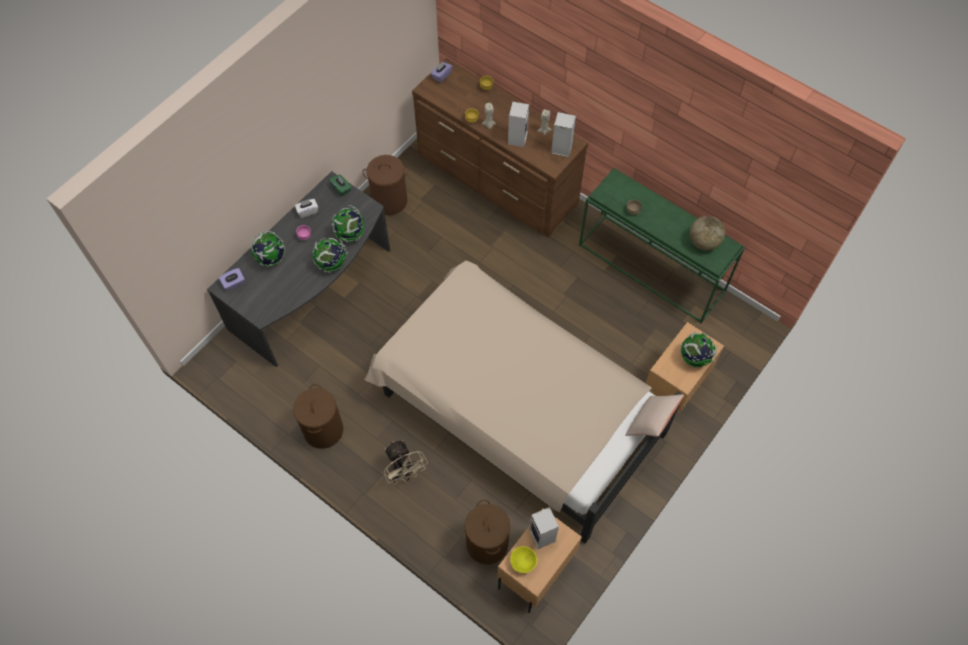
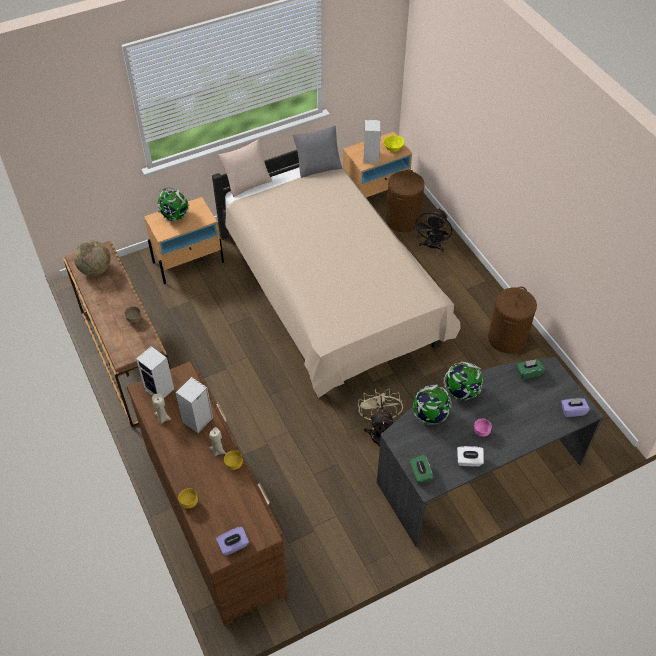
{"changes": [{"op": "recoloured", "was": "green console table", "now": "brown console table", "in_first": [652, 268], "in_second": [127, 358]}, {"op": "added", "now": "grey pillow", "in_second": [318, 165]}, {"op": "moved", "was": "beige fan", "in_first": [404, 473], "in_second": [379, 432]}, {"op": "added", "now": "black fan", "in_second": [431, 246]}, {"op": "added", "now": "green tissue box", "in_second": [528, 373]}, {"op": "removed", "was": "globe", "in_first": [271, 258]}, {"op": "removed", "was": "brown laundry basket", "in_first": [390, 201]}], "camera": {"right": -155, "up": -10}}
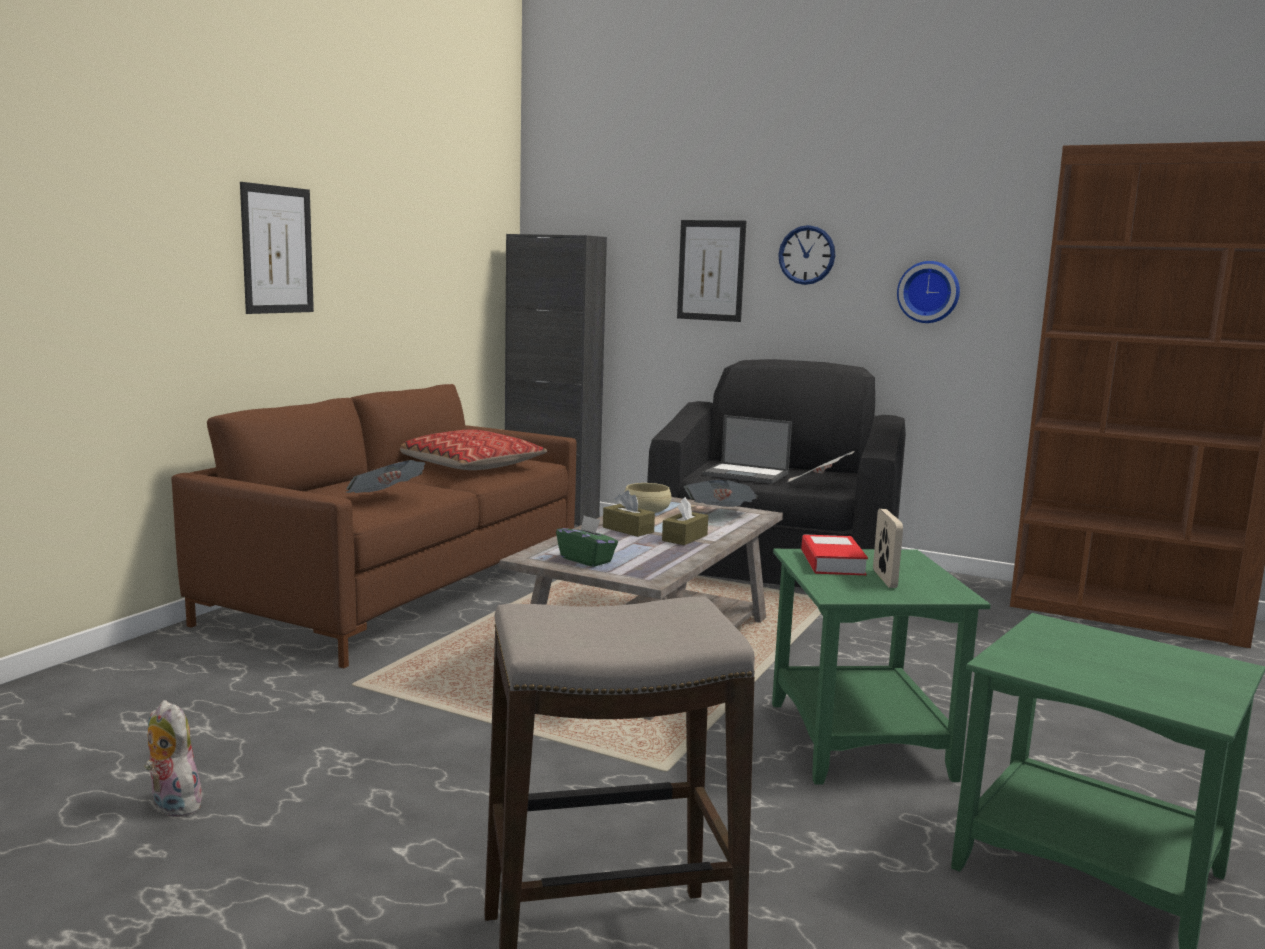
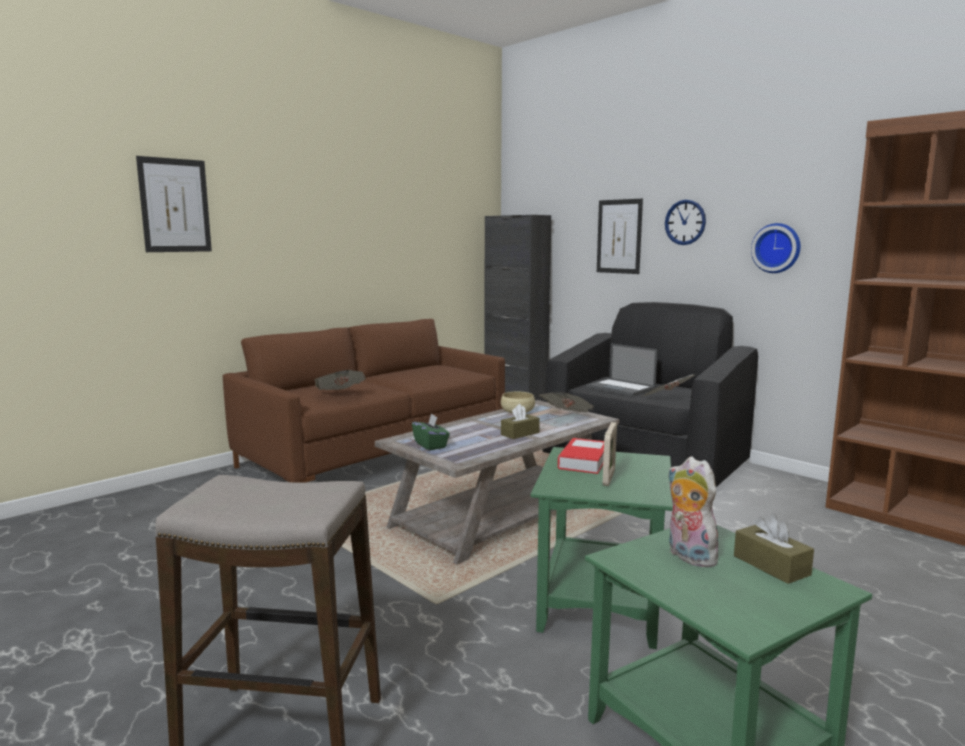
{"changes": [{"op": "moved", "was": "picture", "in_first": [277, 250], "in_second": [175, 205]}, {"op": "moved", "was": "plush toy", "in_first": [172, 805], "in_second": [687, 556]}, {"op": "moved", "was": "brown tissue box", "in_first": [628, 530], "in_second": [771, 565]}, {"op": "removed", "was": "pillow", "in_first": [470, 465]}], "camera": {"right": 20, "up": 0}}
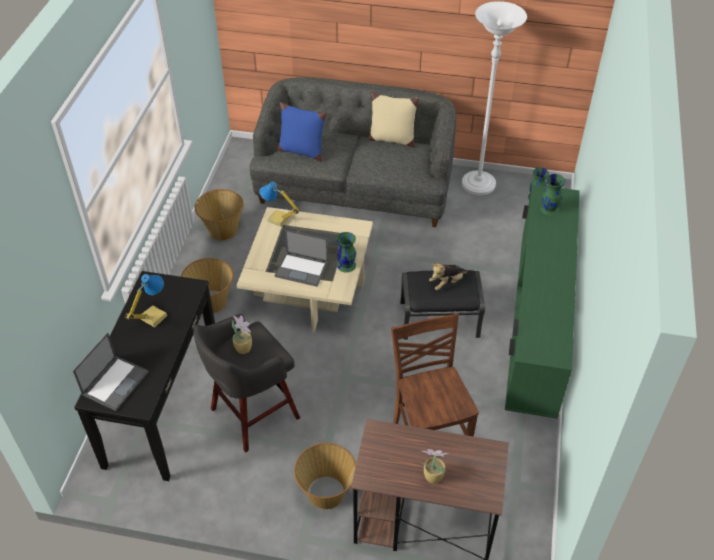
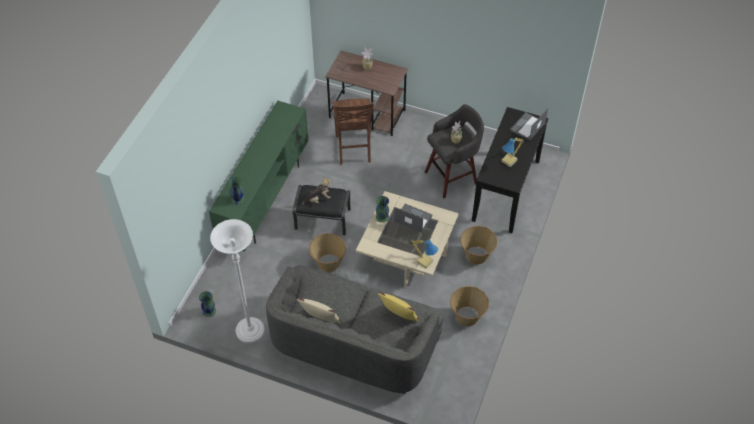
{"changes": [{"op": "moved", "was": "basket", "in_first": [326, 492], "in_second": [328, 263]}, {"op": "recoloured", "was": "blue pillow", "now": "yellow pillow", "in_first": [301, 151], "in_second": [399, 317]}], "camera": {"right": -170, "up": 5}}
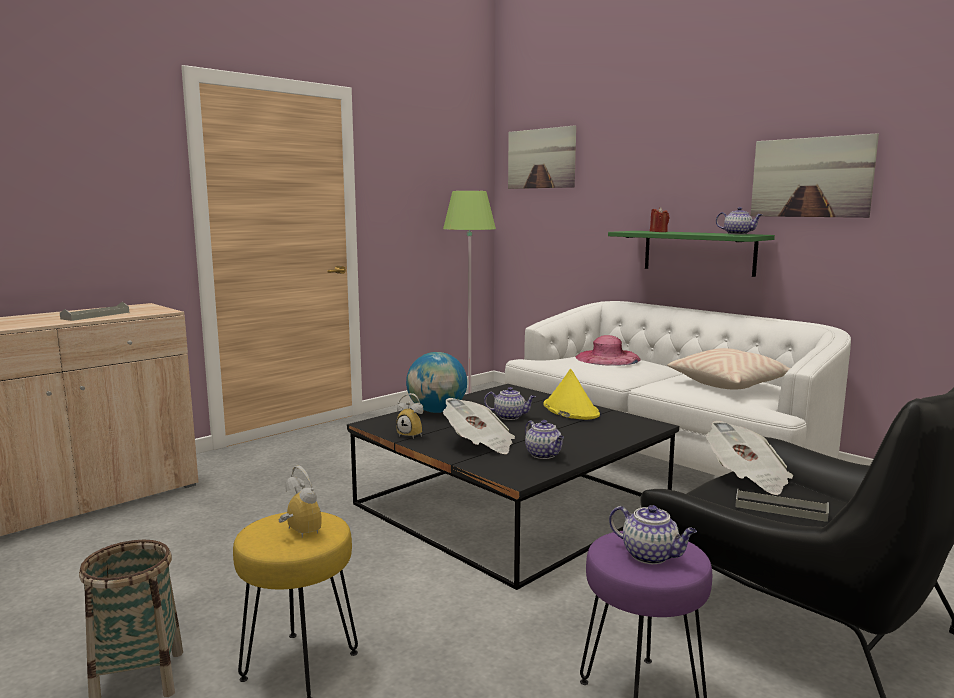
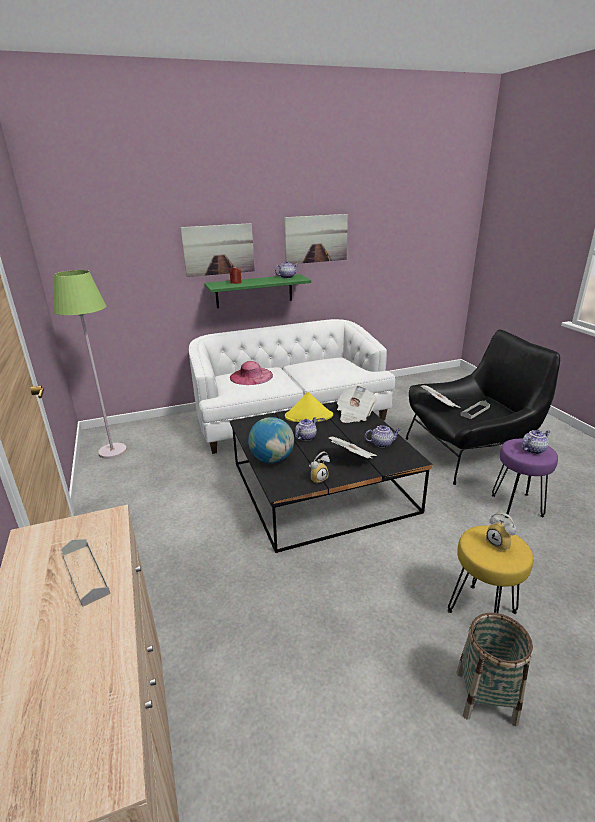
{"changes": [{"op": "moved", "was": "picture", "in_first": [541, 158], "in_second": [218, 249]}, {"op": "added", "now": "newspaper", "in_second": [354, 414]}, {"op": "turned", "was": "alarm clock", "in_first": [297, 533], "in_second": [500, 544], "clockwise": -105}, {"op": "removed", "was": "beige pillow", "in_first": [729, 384]}], "camera": {"right": -65, "up": 15}}
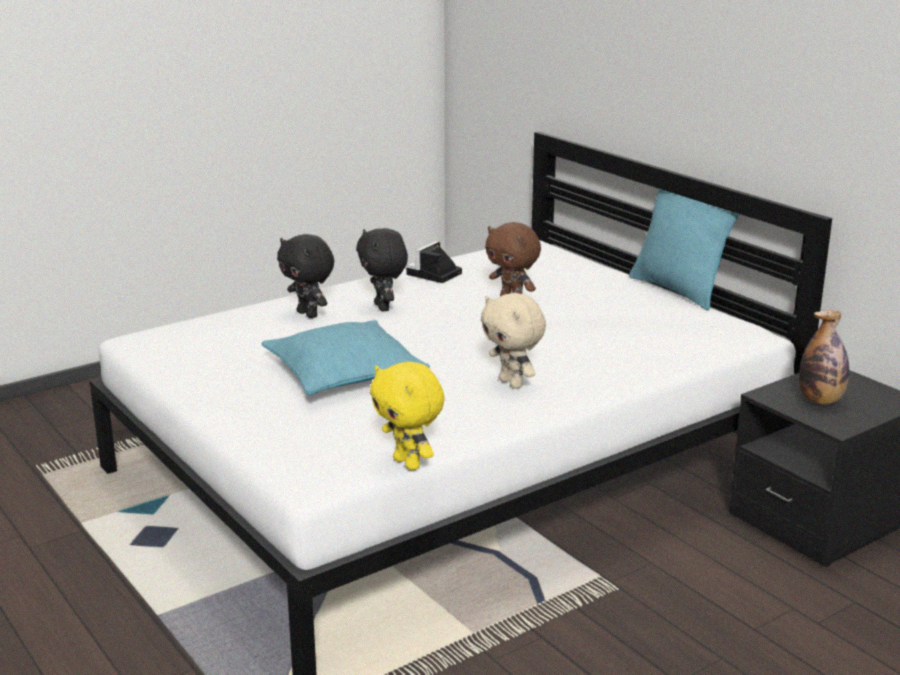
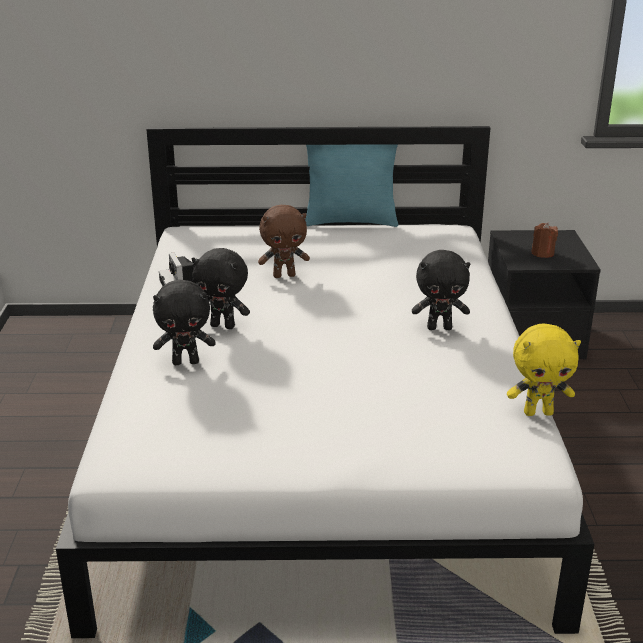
{"changes": [{"op": "recoloured", "was": "beige plush toy", "now": "black plush toy", "in_first": [512, 383], "in_second": [439, 327]}, {"op": "replaced", "was": "bottle", "now": "brown candle", "in_first": [820, 400], "in_second": [542, 253]}, {"op": "removed", "was": "turquoise pillow", "in_first": [344, 374]}], "camera": {"right": -55, "up": 5}}
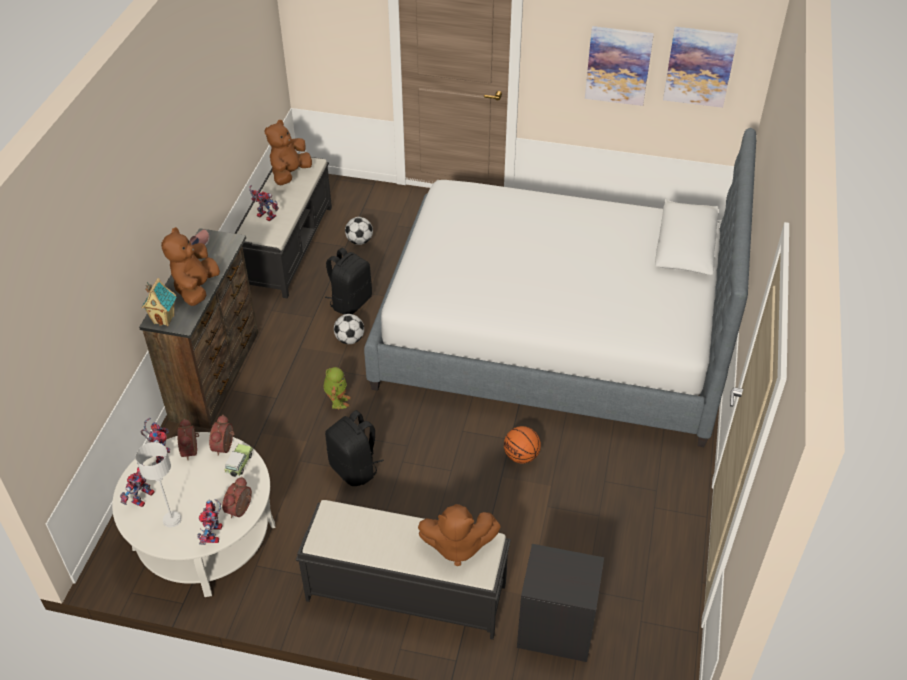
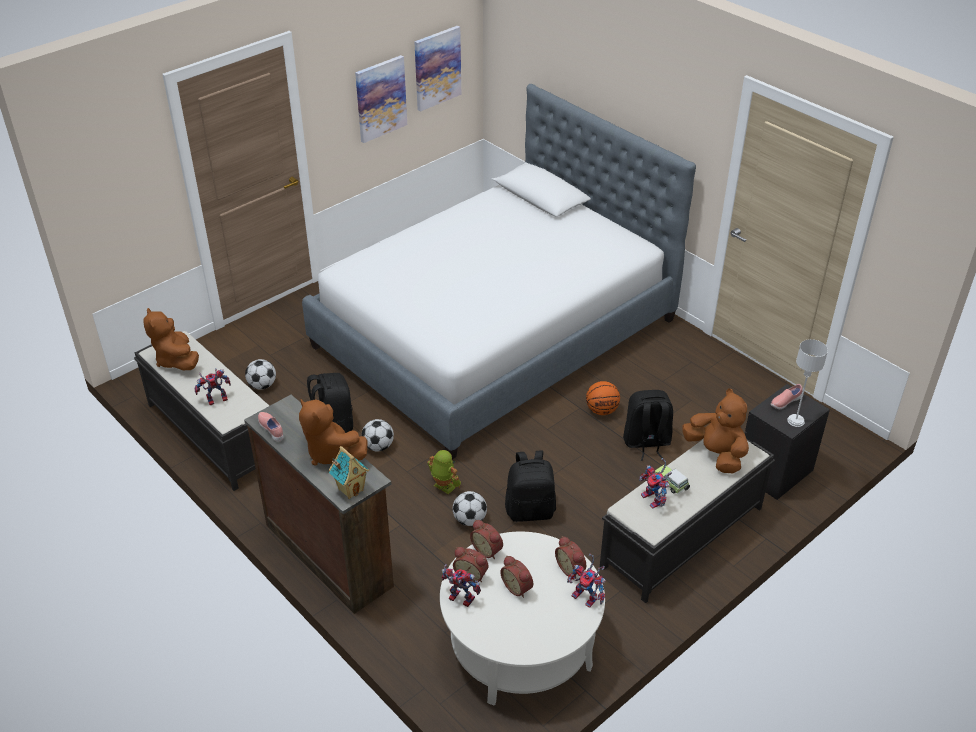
{"changes": [{"op": "added", "now": "football", "in_second": [469, 520]}, {"op": "added", "now": "alarm clock", "in_second": [518, 587]}, {"op": "added", "now": "black backpack", "in_second": [646, 443]}, {"op": "moved", "was": "toy robot", "in_first": [143, 499], "in_second": [654, 500]}, {"op": "moved", "was": "toy car", "in_first": [239, 465], "in_second": [671, 484]}, {"op": "turned", "was": "brown plush toy", "in_first": [457, 546], "in_second": [716, 454], "clockwise": -75}, {"op": "added", "now": "pink shoe", "in_second": [784, 402]}, {"op": "moved", "was": "grey table lamp", "in_first": [172, 519], "in_second": [796, 420]}], "camera": {"right": -55, "up": -5}}
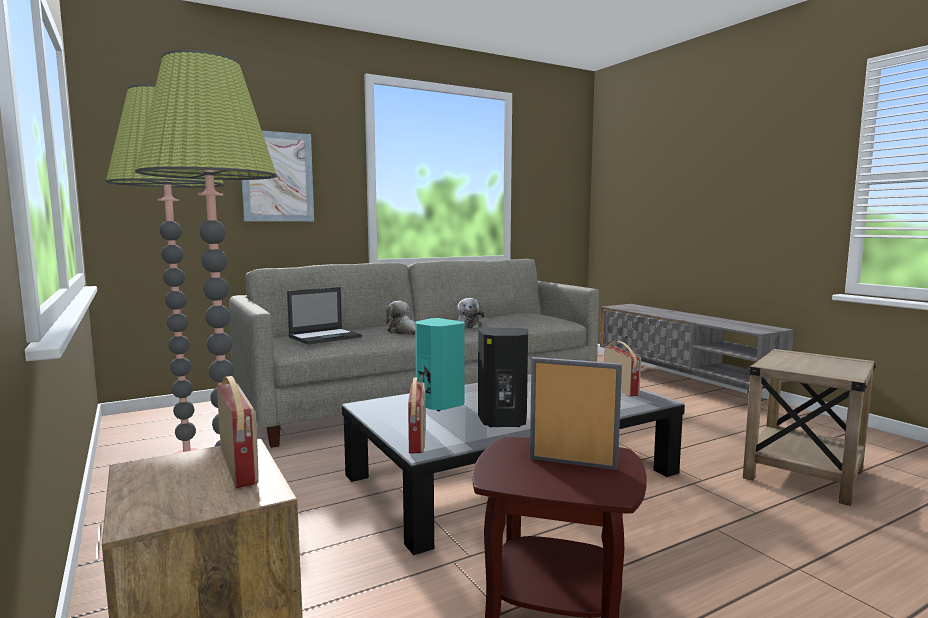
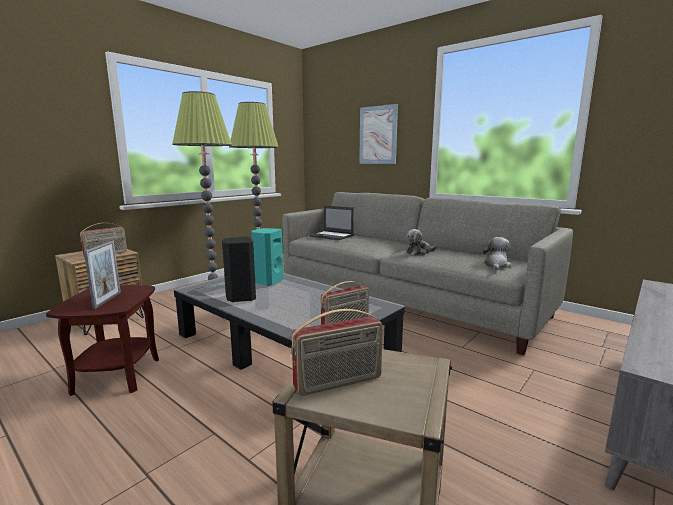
{"changes": [{"op": "moved", "was": "radio", "in_first": [418, 440], "in_second": [338, 383]}, {"op": "moved", "was": "plush toy", "in_first": [404, 332], "in_second": [496, 265]}], "camera": {"right": 70, "up": 5}}
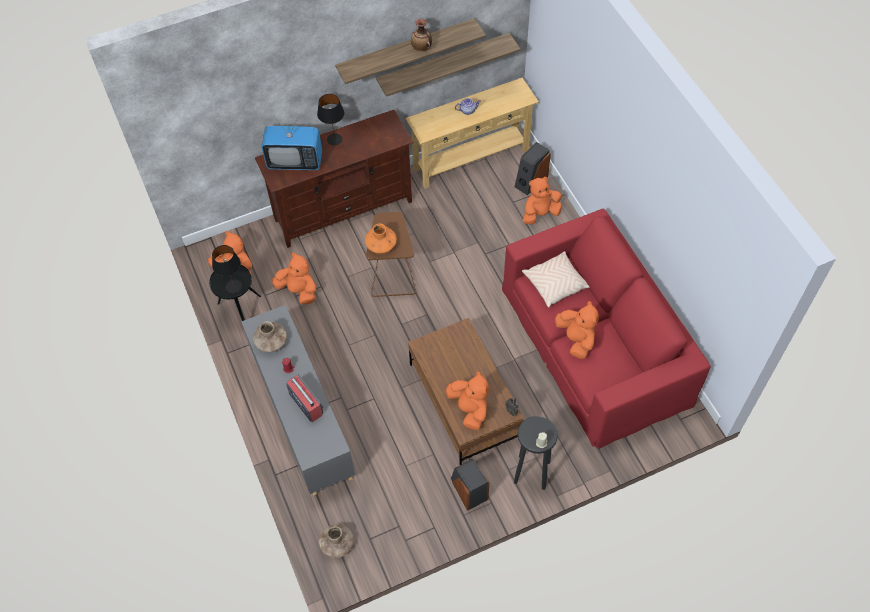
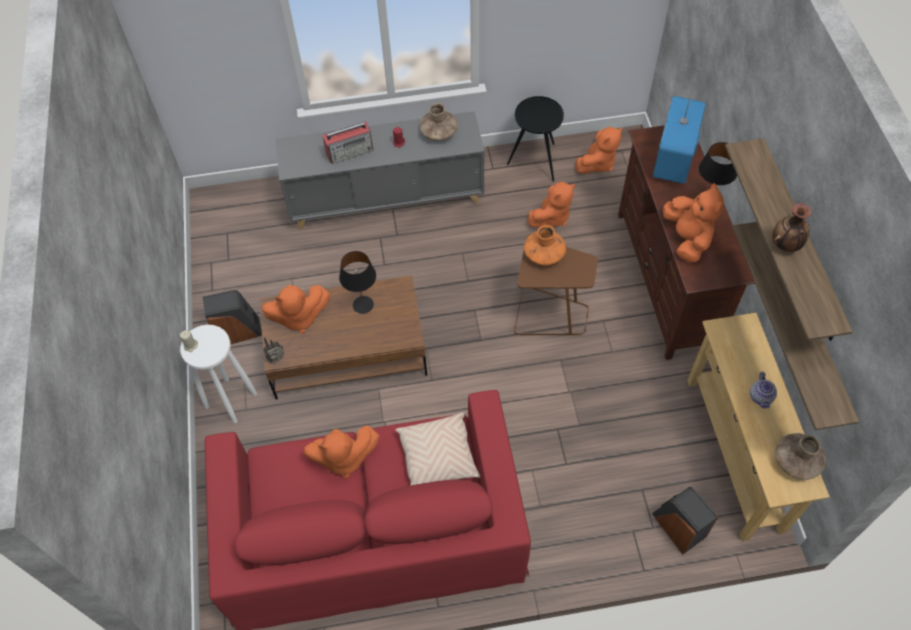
{"changes": [{"op": "recoloured", "was": "black stool", "now": "white stool", "in_first": [531, 472], "in_second": [231, 399]}, {"op": "moved", "was": "black table lamp", "in_first": [233, 286], "in_second": [363, 305]}, {"op": "moved", "was": "orange plush toy", "in_first": [540, 214], "in_second": [687, 239]}, {"op": "moved", "was": "brown vase", "in_first": [337, 543], "in_second": [796, 461]}], "camera": {"right": 105, "up": 0}}
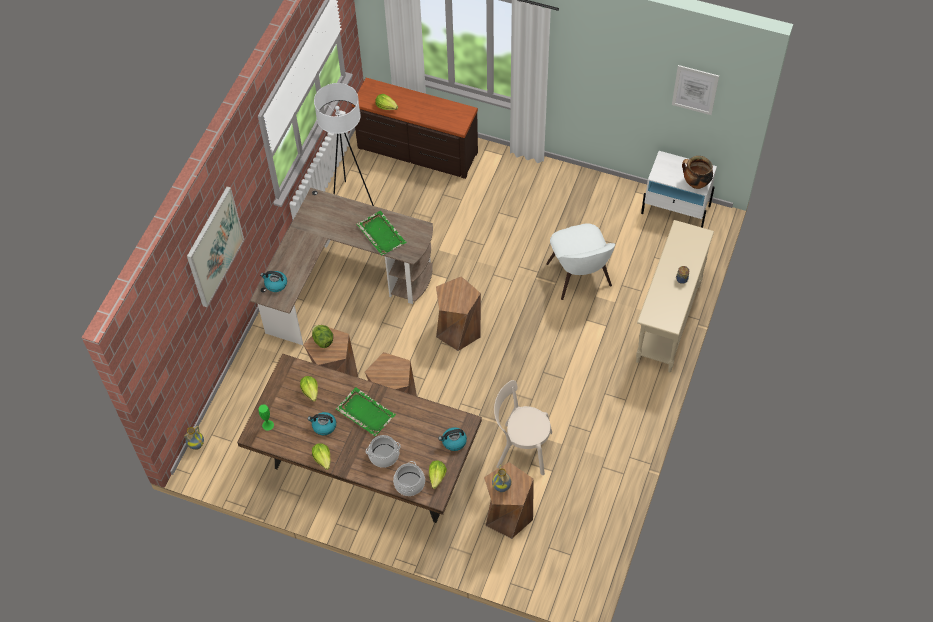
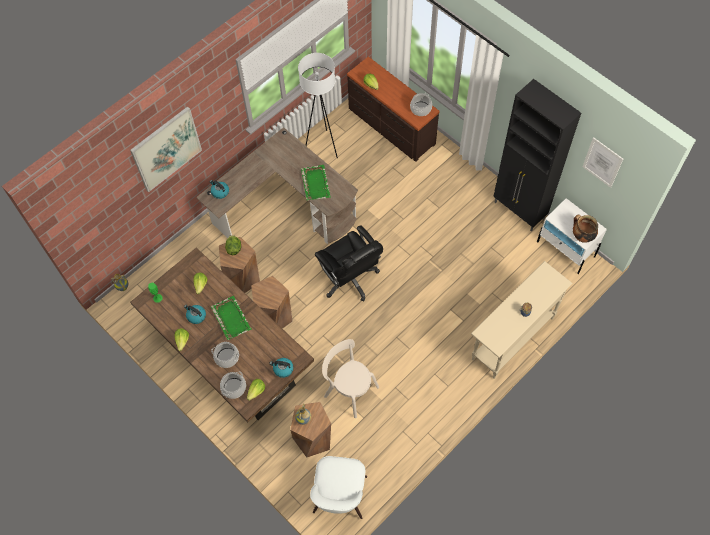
{"changes": [{"op": "moved", "was": "white chair", "in_first": [579, 277], "in_second": [339, 497]}, {"op": "replaced", "was": "brown stool", "now": "black office chair", "in_first": [458, 331], "in_second": [350, 278]}, {"op": "added", "now": "cooking pot", "in_second": [421, 109]}, {"op": "added", "now": "black cabinet", "in_second": [519, 211]}], "camera": {"right": 25, "up": 5}}
